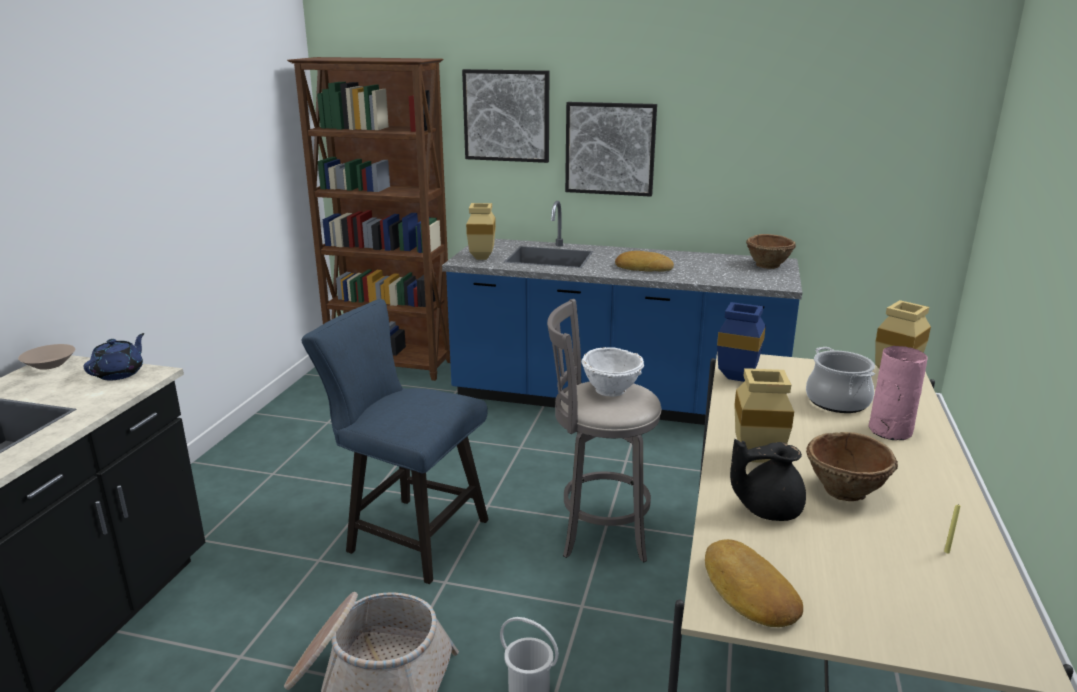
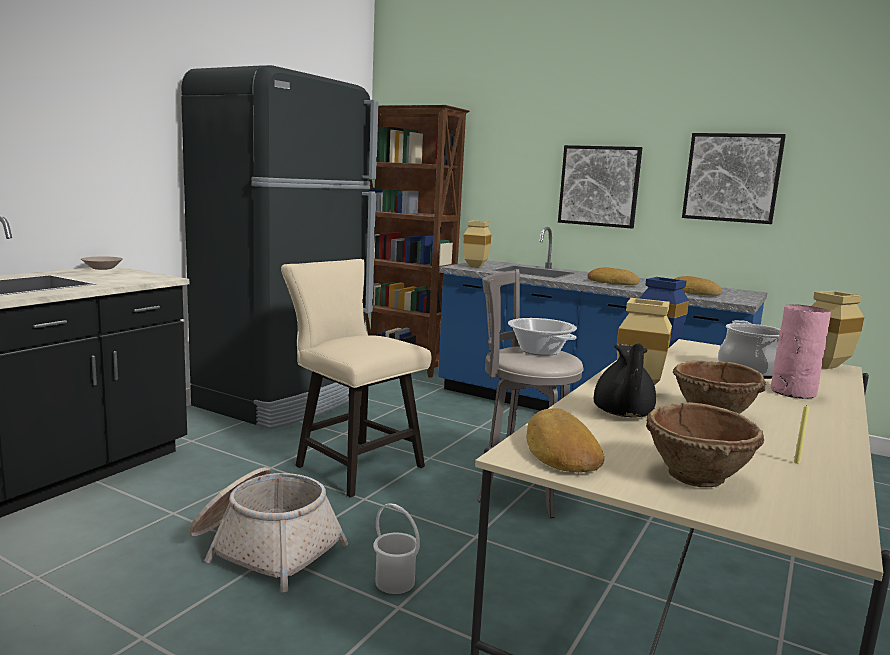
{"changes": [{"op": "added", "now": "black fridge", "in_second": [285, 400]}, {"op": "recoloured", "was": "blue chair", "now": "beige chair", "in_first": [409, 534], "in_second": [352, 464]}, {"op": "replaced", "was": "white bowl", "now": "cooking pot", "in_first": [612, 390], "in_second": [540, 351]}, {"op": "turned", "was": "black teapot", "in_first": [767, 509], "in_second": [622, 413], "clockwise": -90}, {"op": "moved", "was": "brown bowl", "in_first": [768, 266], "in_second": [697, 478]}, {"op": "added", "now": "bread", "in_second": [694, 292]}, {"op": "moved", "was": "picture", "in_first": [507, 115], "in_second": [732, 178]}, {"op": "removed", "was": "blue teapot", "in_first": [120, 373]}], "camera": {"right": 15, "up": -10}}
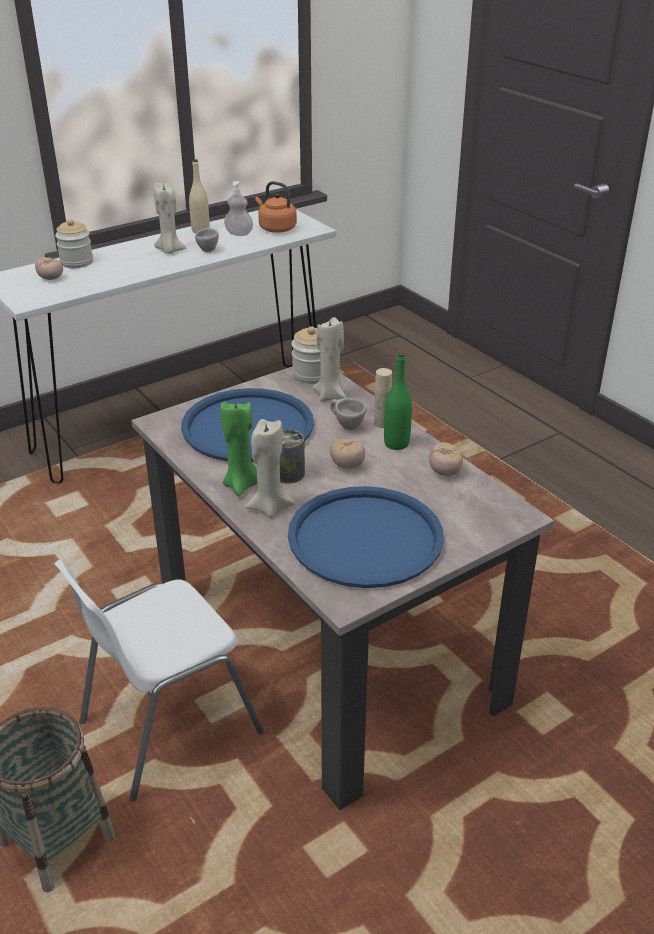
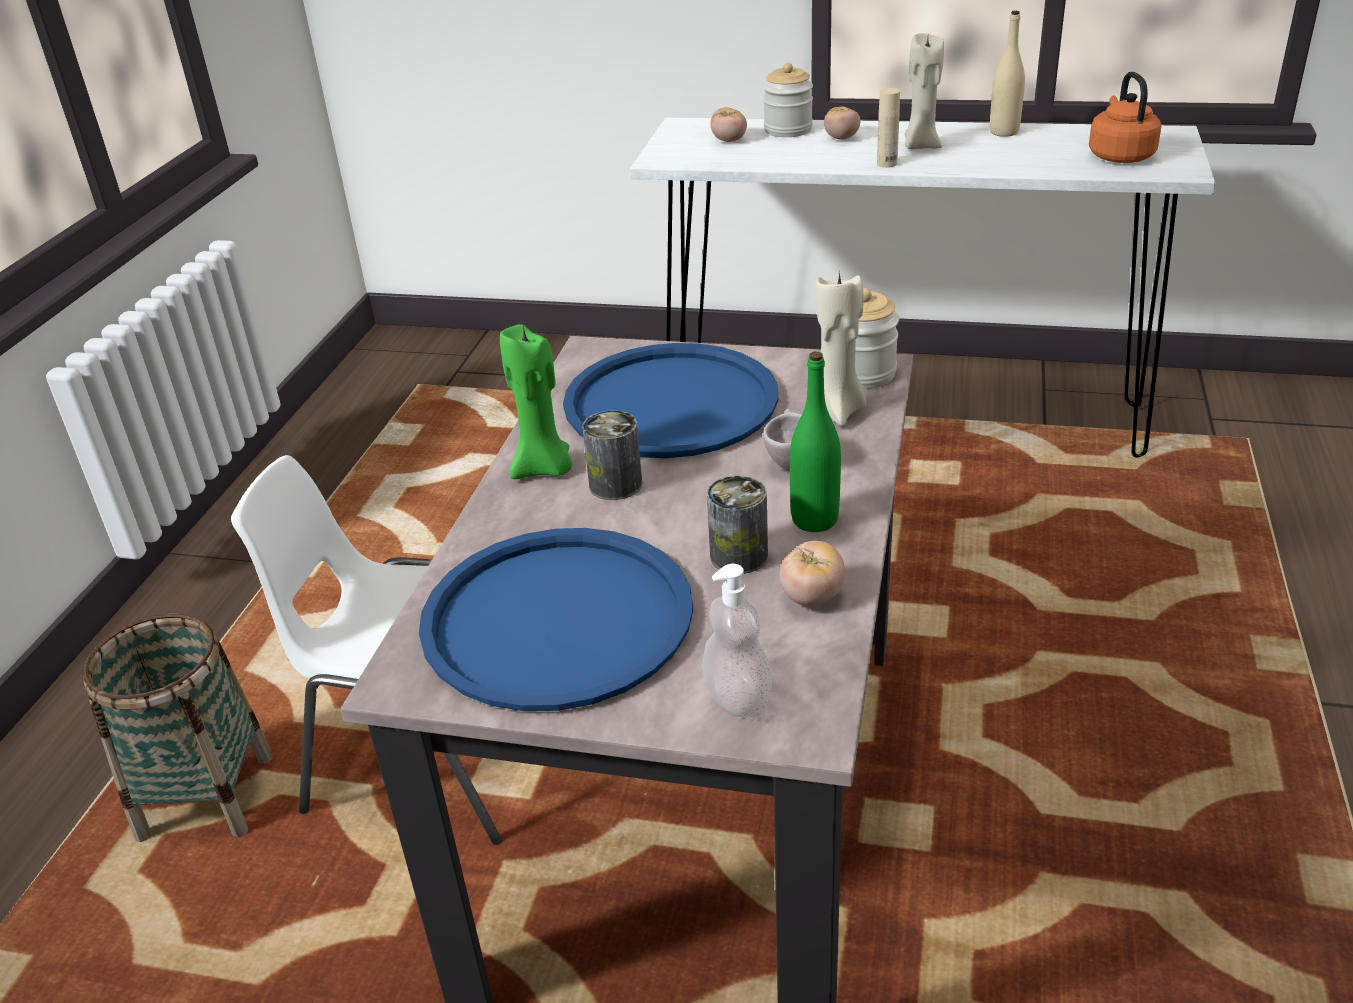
{"changes": [{"op": "moved", "was": "soap dispenser", "in_first": [239, 234], "in_second": [737, 697]}, {"op": "added", "now": "can", "in_second": [739, 556]}, {"op": "moved", "was": "tomato", "in_first": [347, 465], "in_second": [841, 138]}, {"op": "moved", "was": "beige bottle", "in_first": [382, 423], "in_second": [887, 164]}, {"op": "removed", "was": "beige cup", "in_first": [208, 249]}, {"op": "removed", "was": "beige candle", "in_first": [269, 507]}], "camera": {"right": 50, "up": 0}}
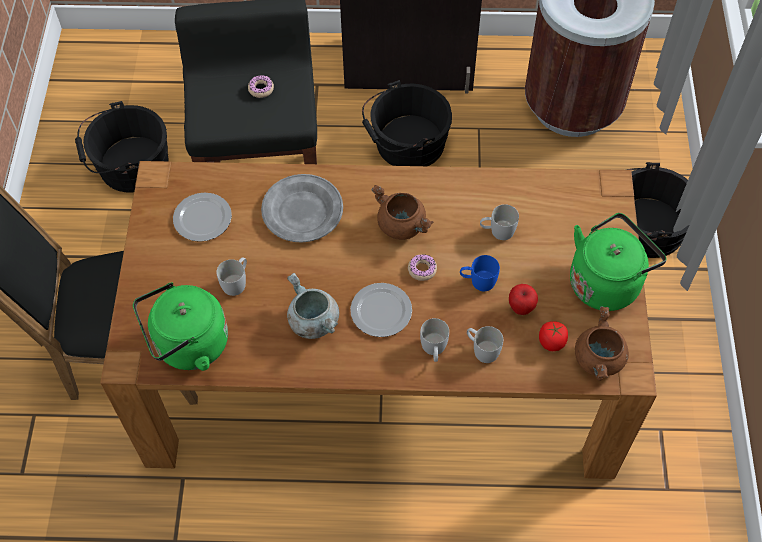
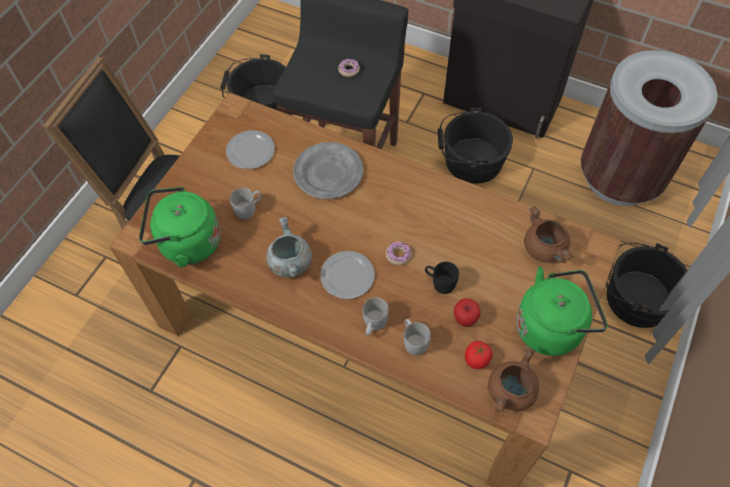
{"changes": [{"op": "recoloured", "was": "blue mug", "now": "black mug", "in_first": [478, 281], "in_second": [439, 282]}, {"op": "moved", "was": "brown cooking pot", "in_first": [402, 225], "in_second": [545, 249]}, {"op": "removed", "was": "white mug", "in_first": [497, 231]}], "camera": {"right": 25, "up": 0}}
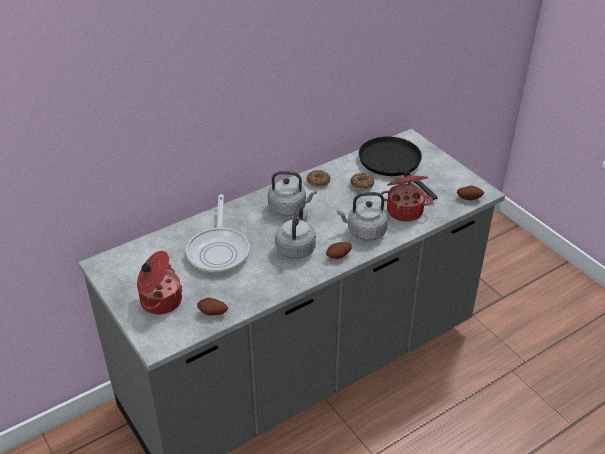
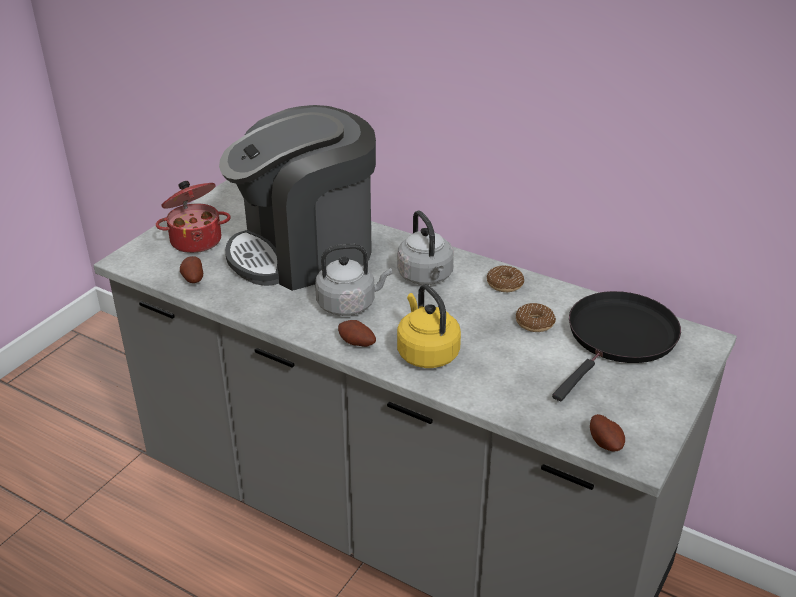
{"changes": [{"op": "replaced", "was": "frying pan", "now": "coffee machine", "in_first": [219, 250], "in_second": [305, 251]}, {"op": "recoloured", "was": "grey kettle", "now": "yellow kettle", "in_first": [364, 232], "in_second": [426, 352]}, {"op": "removed", "was": "cooking pot", "in_first": [404, 210]}], "camera": {"right": 65, "up": -5}}
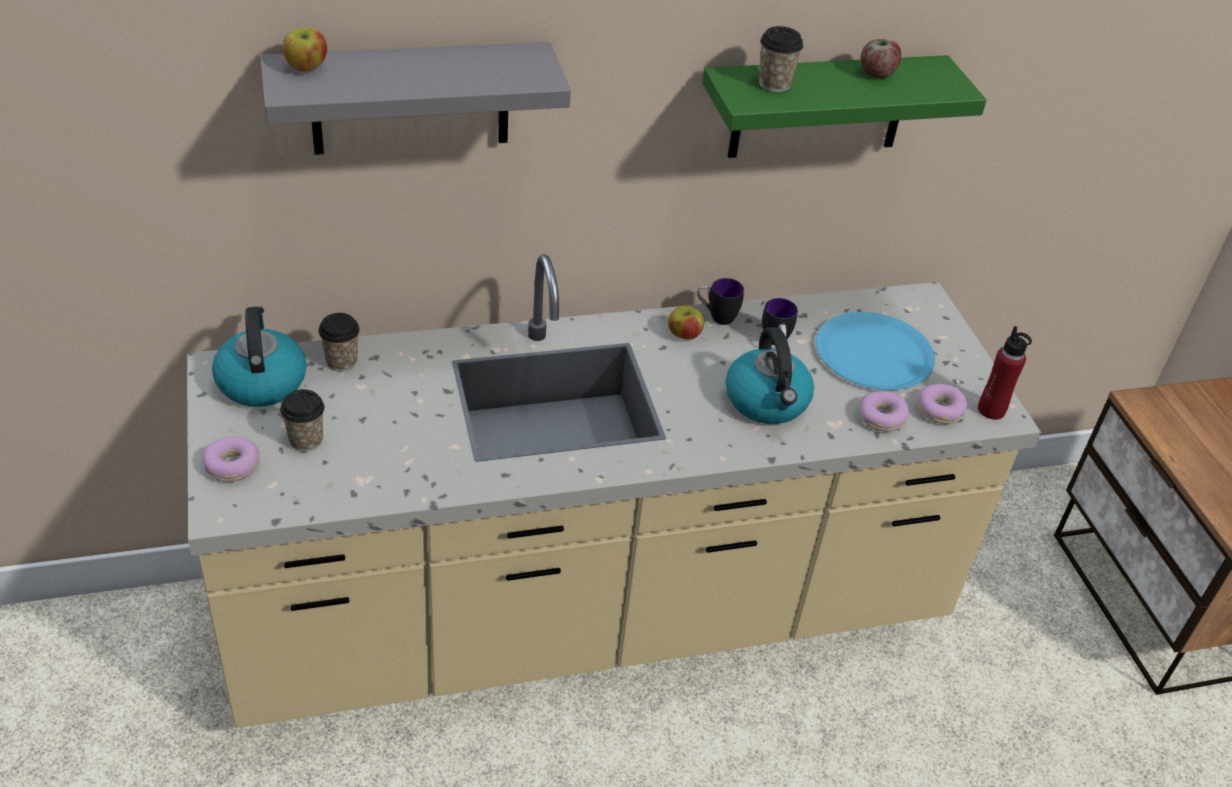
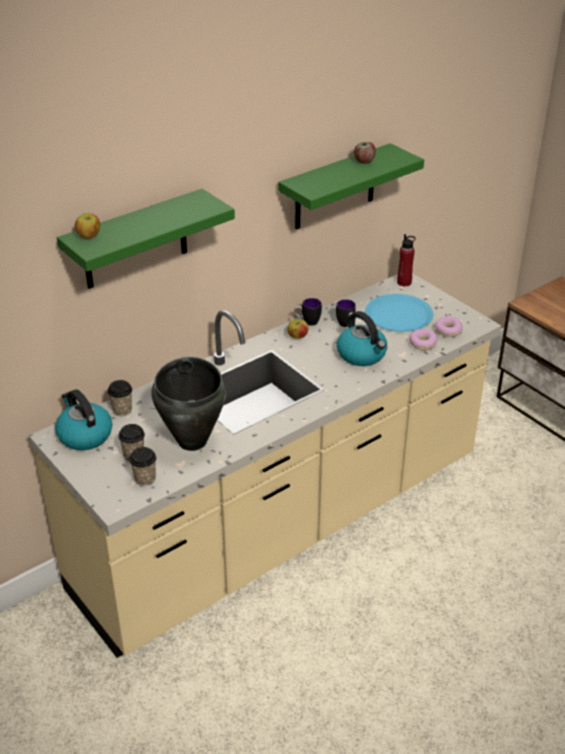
{"changes": [{"op": "recoloured", "was": "grey shelf", "now": "green shelf", "in_first": [410, 98], "in_second": [135, 241]}, {"op": "moved", "was": "cup", "in_first": [774, 84], "in_second": [145, 479]}, {"op": "added", "now": "black cooking pot", "in_second": [193, 441]}, {"op": "moved", "was": "red bottle", "in_first": [991, 410], "in_second": [404, 282]}, {"op": "removed", "was": "donut", "in_first": [232, 466]}], "camera": {"right": -20, "up": -5}}
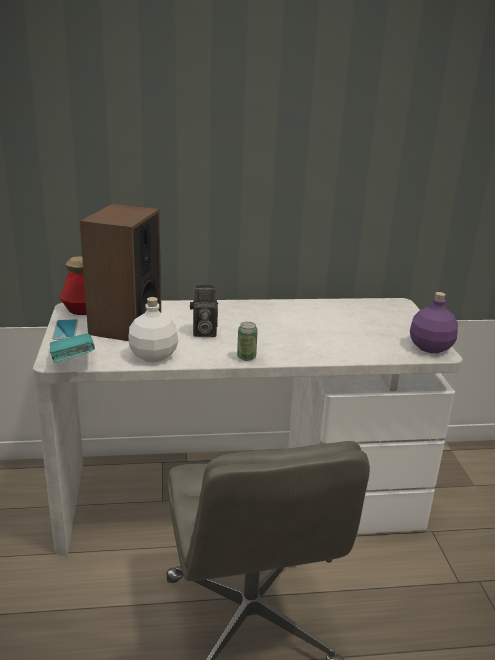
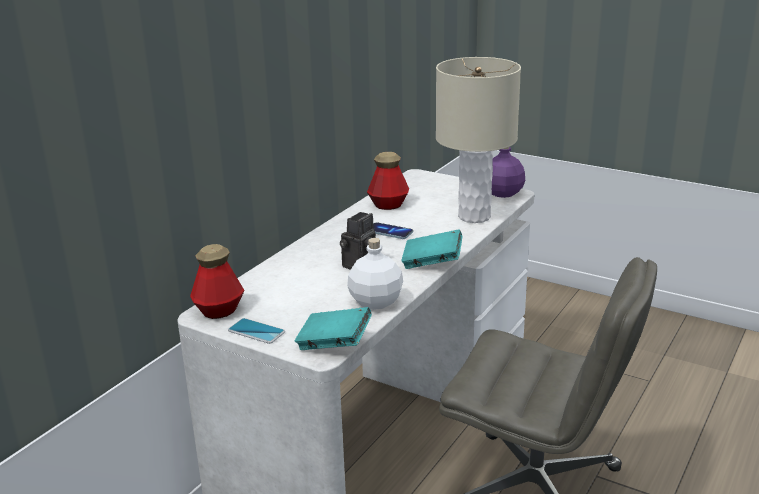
{"changes": [{"op": "added", "now": "bottle", "in_second": [388, 205]}, {"op": "added", "now": "phone", "in_second": [389, 232]}, {"op": "replaced", "was": "can", "now": "turquoise book", "in_first": [246, 357], "in_second": [432, 263]}, {"op": "added", "now": "beige table lamp", "in_second": [474, 216]}, {"op": "removed", "was": "speaker", "in_first": [125, 325]}], "camera": {"right": -50, "up": 0}}
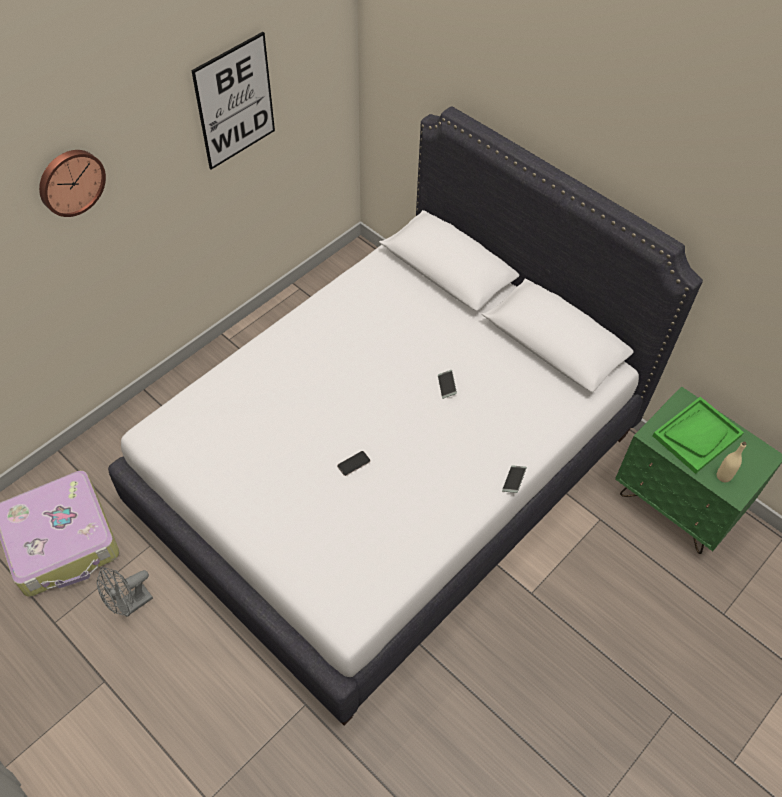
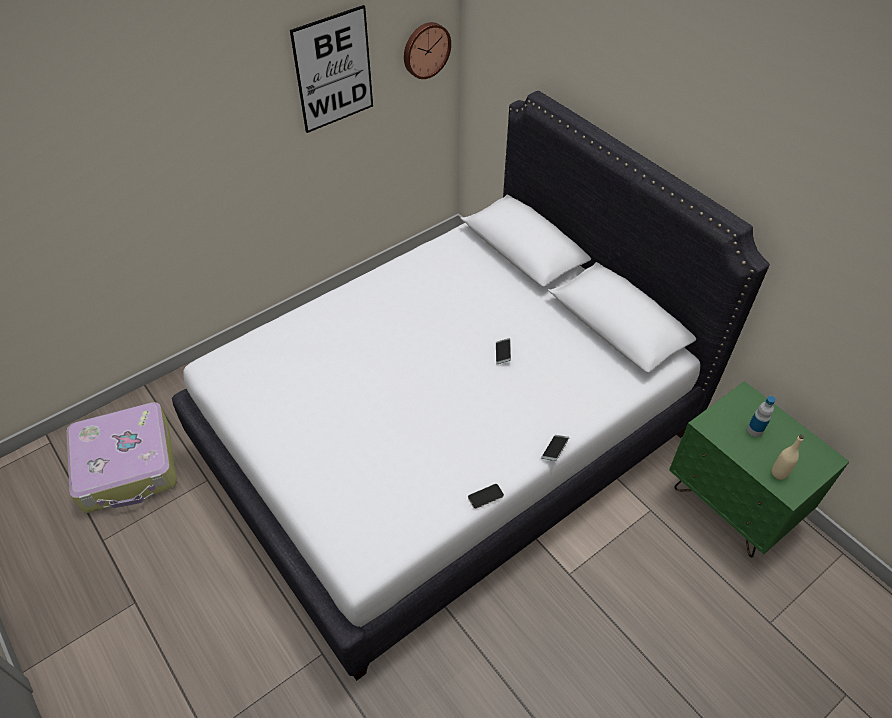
{"changes": [{"op": "moved", "was": "wall clock", "in_first": [70, 181], "in_second": [425, 49]}, {"op": "moved", "was": "phone", "in_first": [353, 463], "in_second": [485, 496]}, {"op": "replaced", "was": "green tray", "now": "bottle", "in_first": [696, 435], "in_second": [755, 430]}, {"op": "removed", "was": "grey fan", "in_first": [130, 605]}], "camera": {"right": 10, "up": -5}}
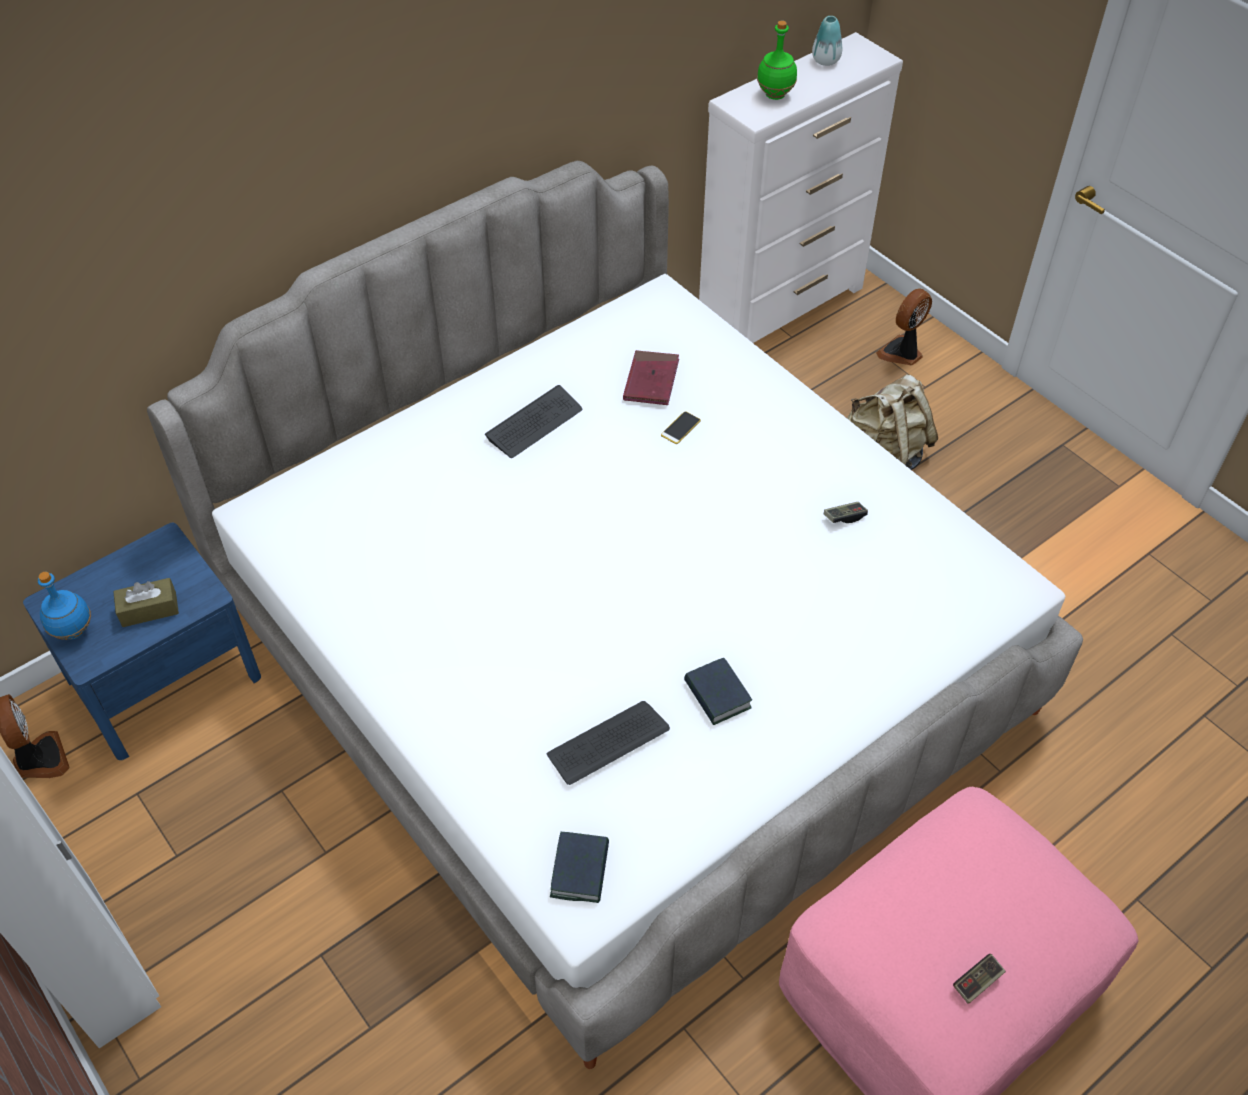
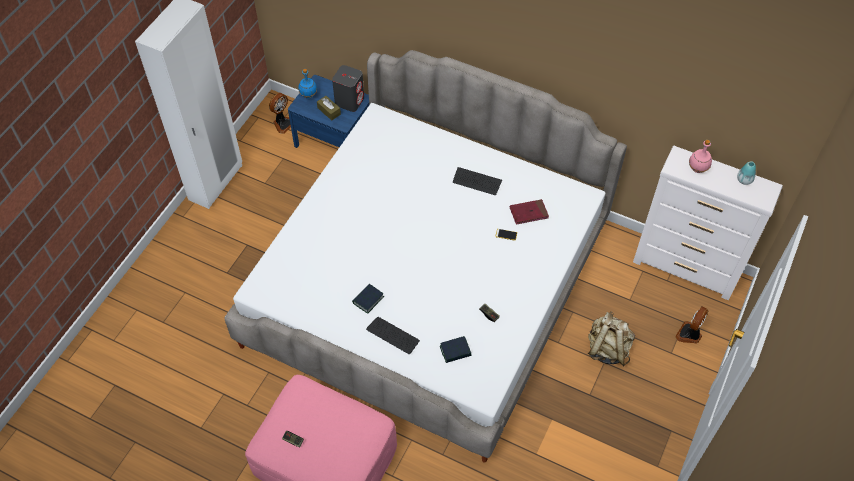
{"changes": [{"op": "added", "now": "grey speaker", "in_second": [349, 101]}, {"op": "moved", "was": "keyboard", "in_first": [607, 743], "in_second": [393, 336]}, {"op": "moved", "was": "book", "in_first": [580, 870], "in_second": [455, 351]}, {"op": "turned", "was": "fan", "in_first": [902, 353], "in_second": [689, 334], "clockwise": -75}, {"op": "recoloured", "was": "green bottle", "now": "pink bottle", "in_first": [774, 95], "in_second": [697, 169]}], "camera": {"right": 65, "up": 5}}
